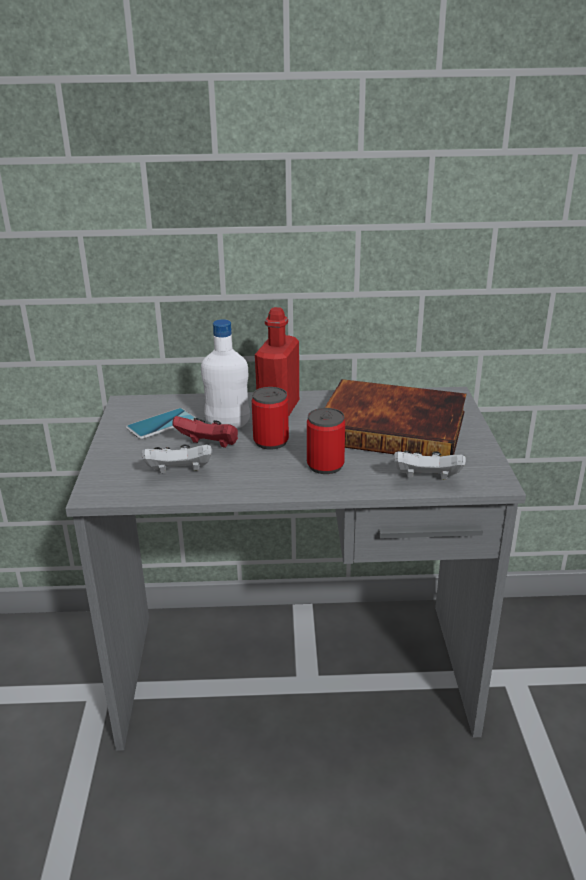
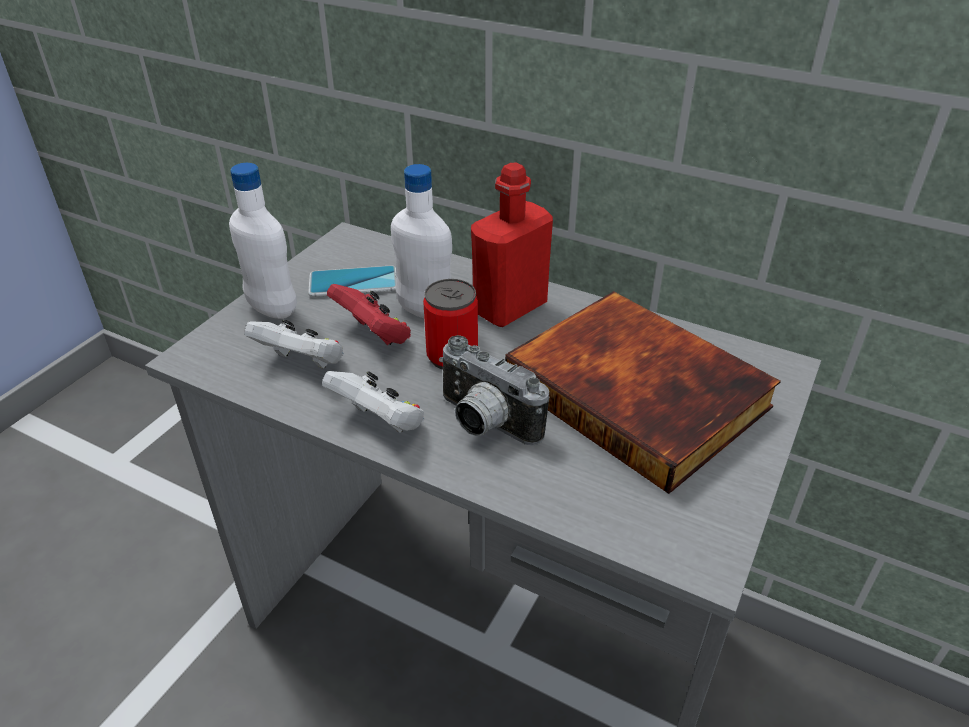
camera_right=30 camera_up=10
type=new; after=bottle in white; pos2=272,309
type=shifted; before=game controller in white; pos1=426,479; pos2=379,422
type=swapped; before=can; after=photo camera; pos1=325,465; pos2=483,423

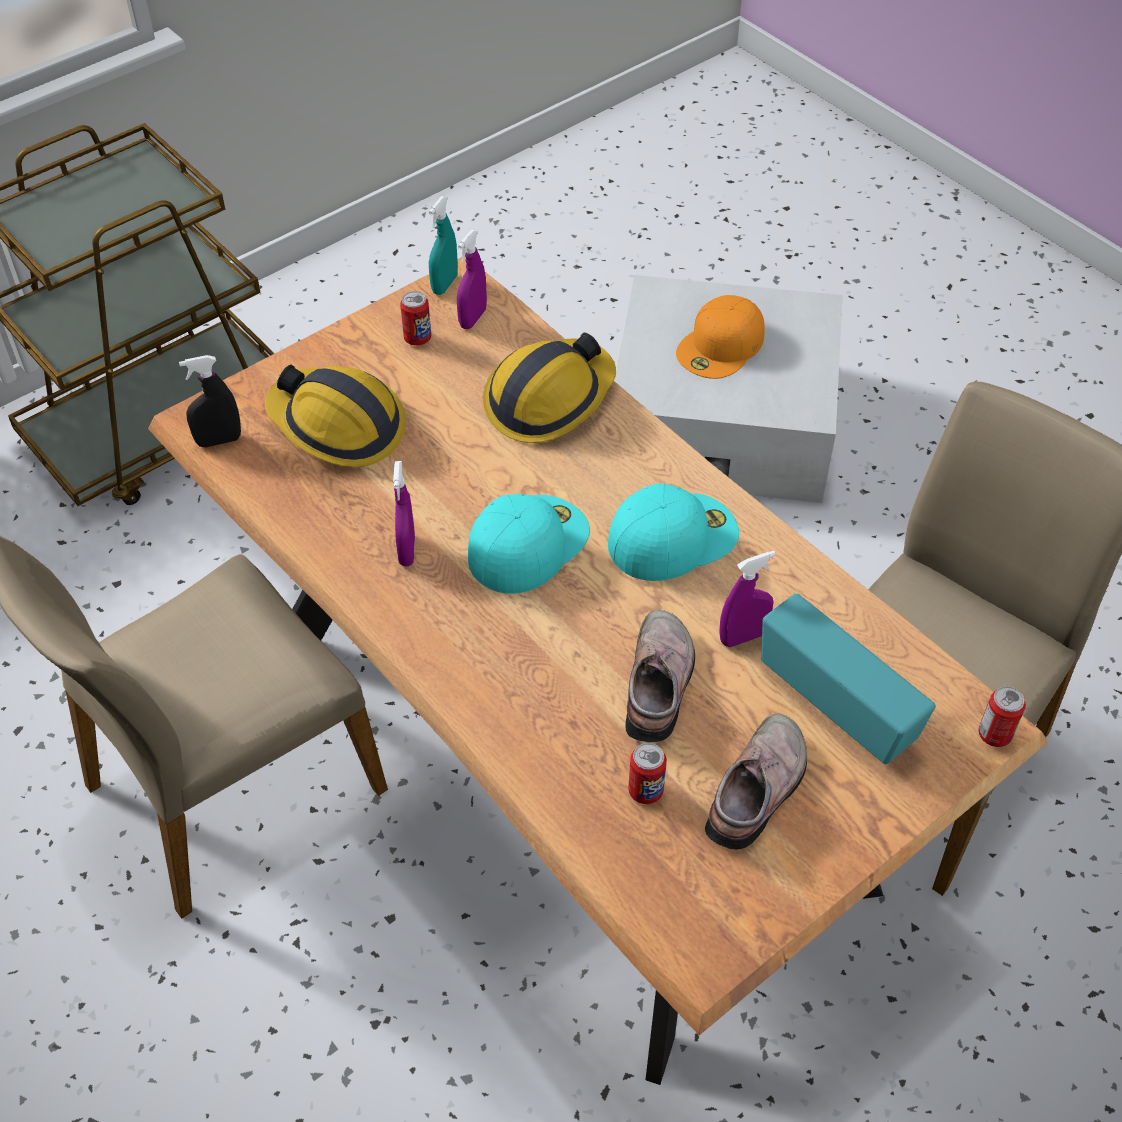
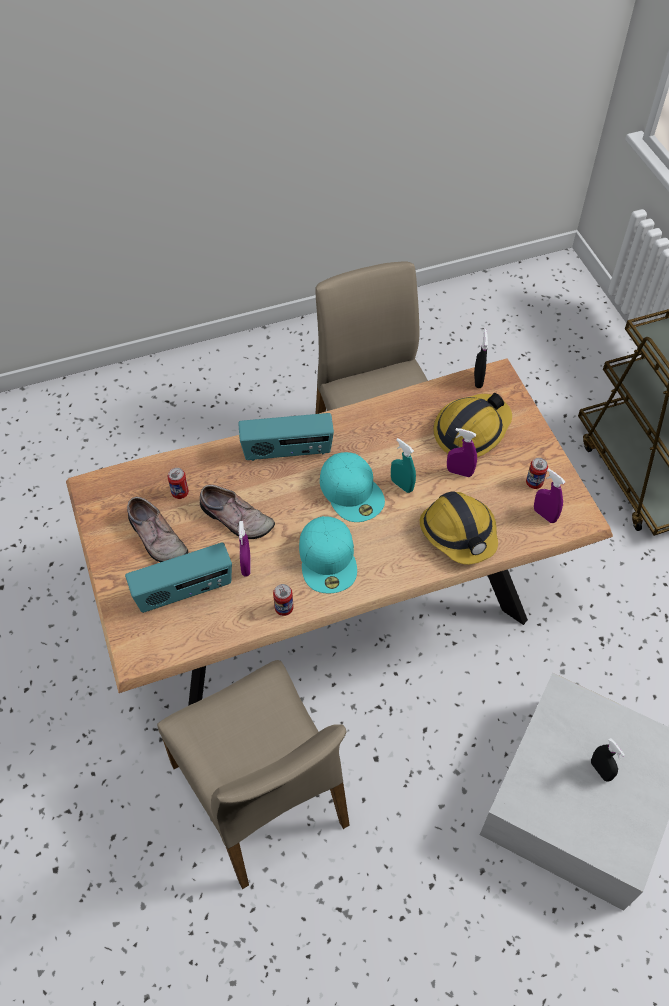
camera_right=110 camera_up=5
type=new; after=radio; pos2=287,452
type=shifted; before=can; pos1=994,734; pos2=284,608
type=shifted; before=spray bottle in turquoise; pos1=444,284; pos2=402,485
type=shifted; before=spray bottle in purple; pos1=407,551; pos2=459,472
type=swapped; before=cap in orange; after=spray bottle in black; pos1=721,346; pos2=600,770

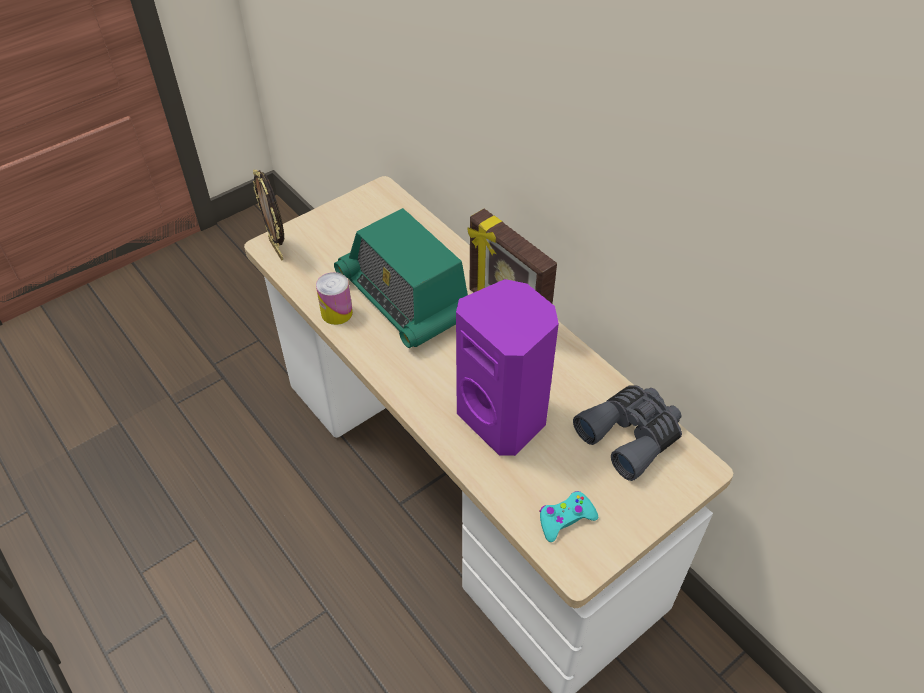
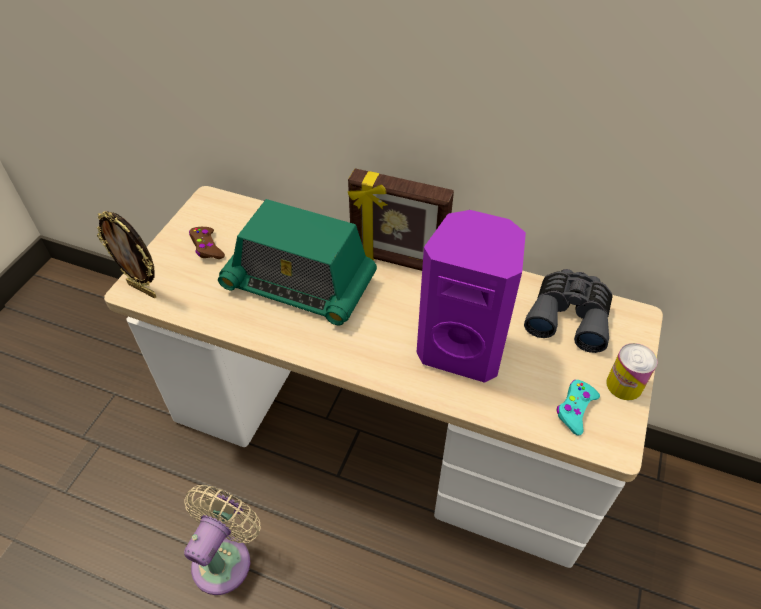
camera_right=-30 camera_up=0
type=new; after=fan in beige; pos2=225,558
type=new; after=game controller in brown; pos2=207,247
type=shifted; before=can; pos1=337,313; pos2=624,385

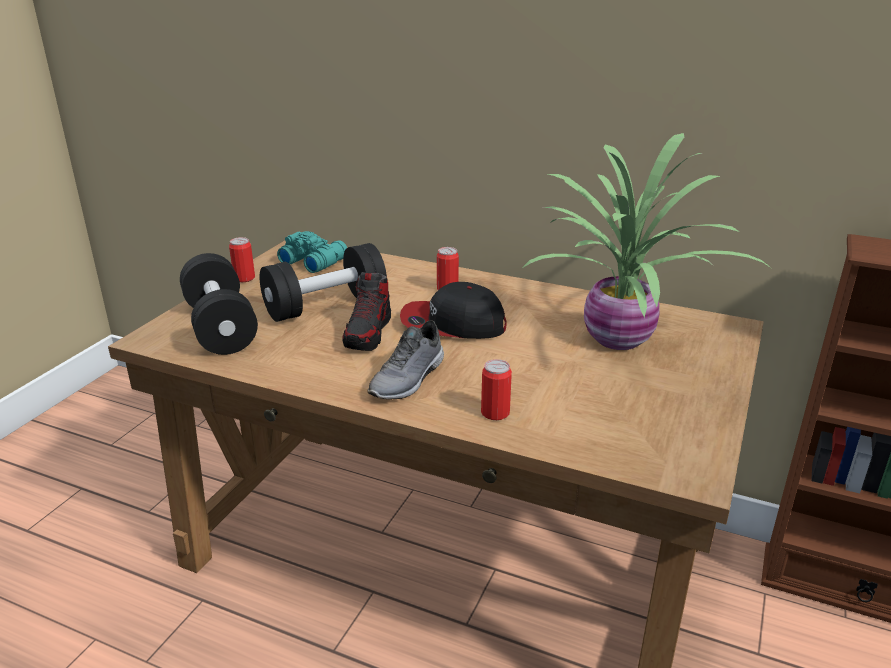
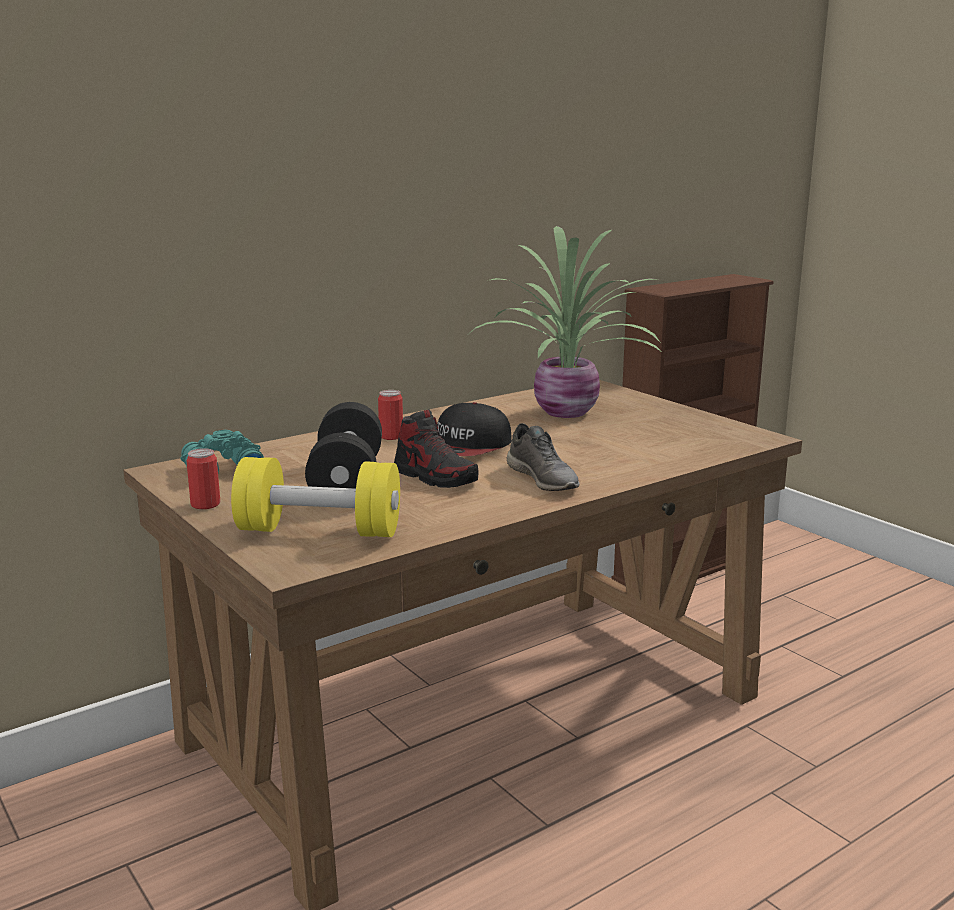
camera_right=-60 camera_up=-10
type=repainted; before=dumbbell in black; after=dumbbell in yellow; pos1=220,327; pos2=319,531
type=gone; before=can; pos1=495,413

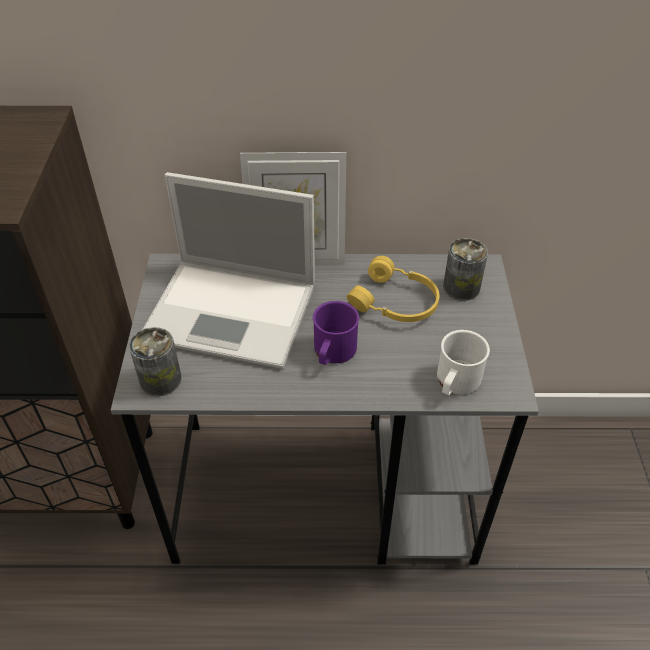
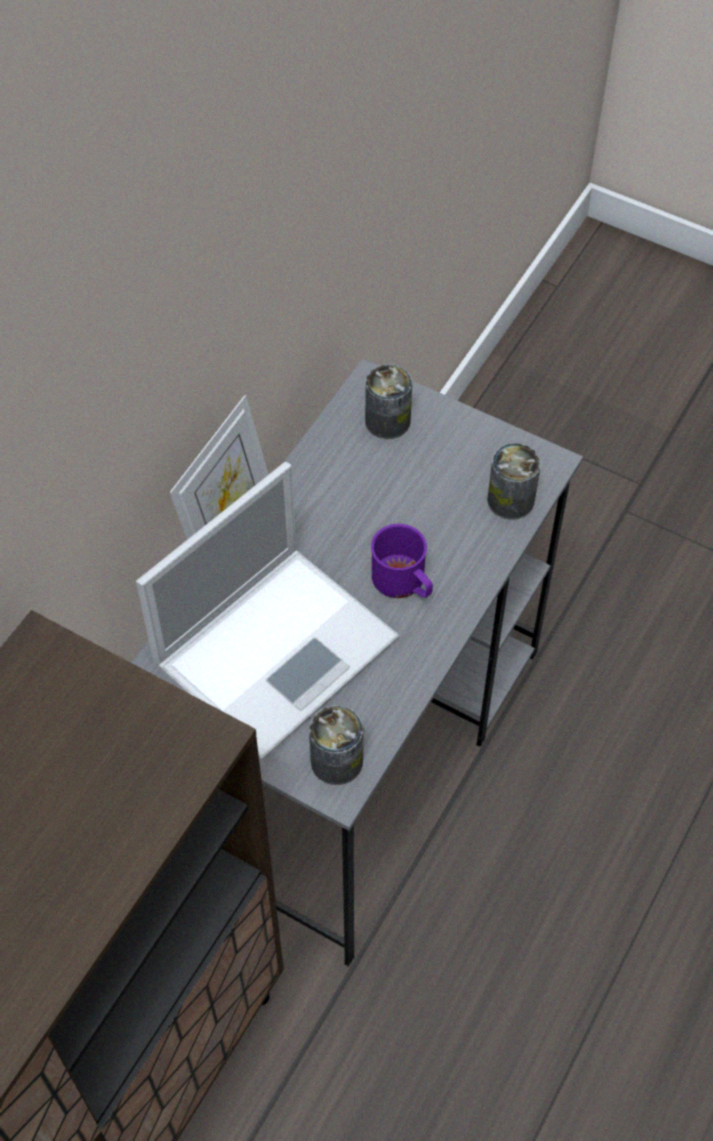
camera_right=-60 camera_up=10
type=swapped; before=mug in white; after=can; pos1=455,383; pos2=510,500
type=gone; before=headphones in yellow; pos1=395,303

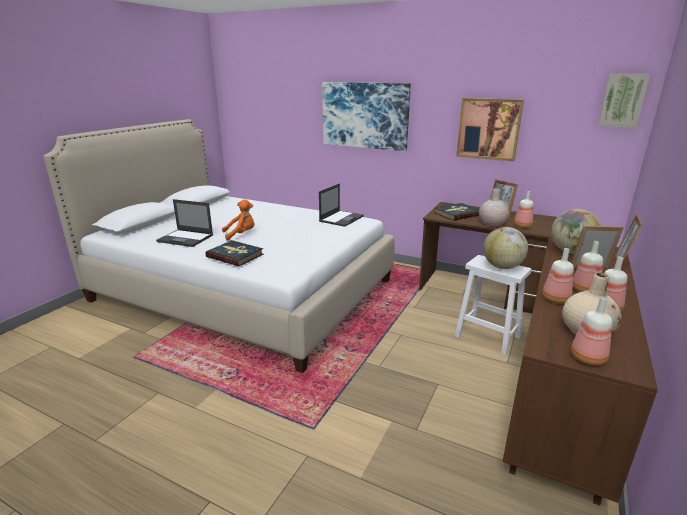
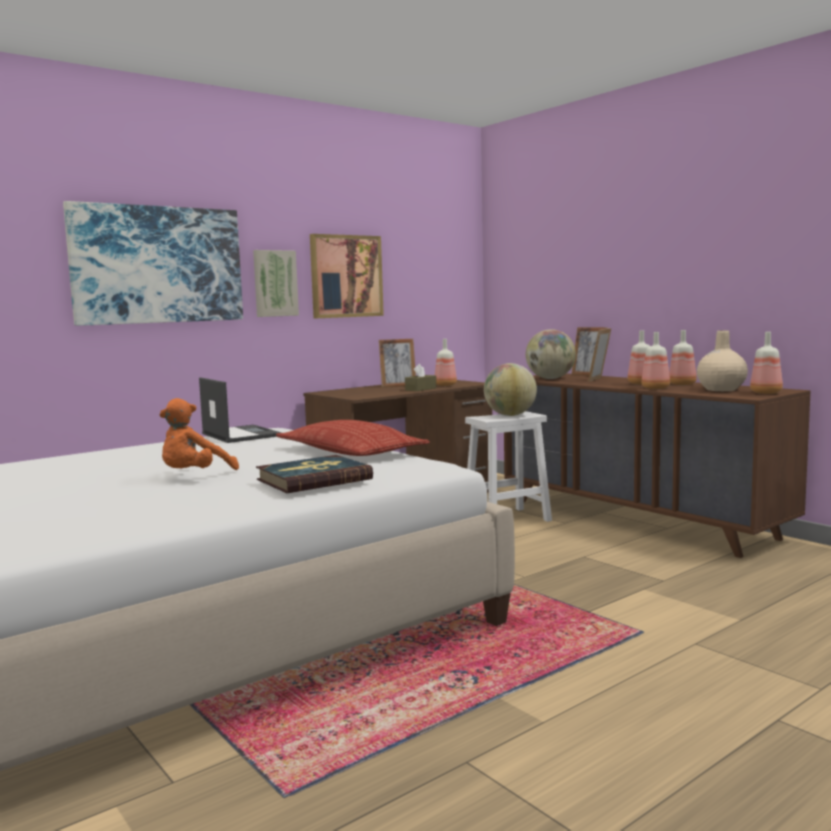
camera_right=-65 camera_up=-15
type=rotated; before=plush toy in orange; pos1=241,234; pos2=194,476; turn=-150
type=shifted; before=picture; pos1=623,100; pos2=275,283
type=new; after=pillow; pos2=349,451
type=swapped; before=vase in beige; after=tissue box in brown; pos1=492,223; pos2=420,389
type=gone; before=laptop; pos1=186,238
type=gone; before=book; pos1=457,214

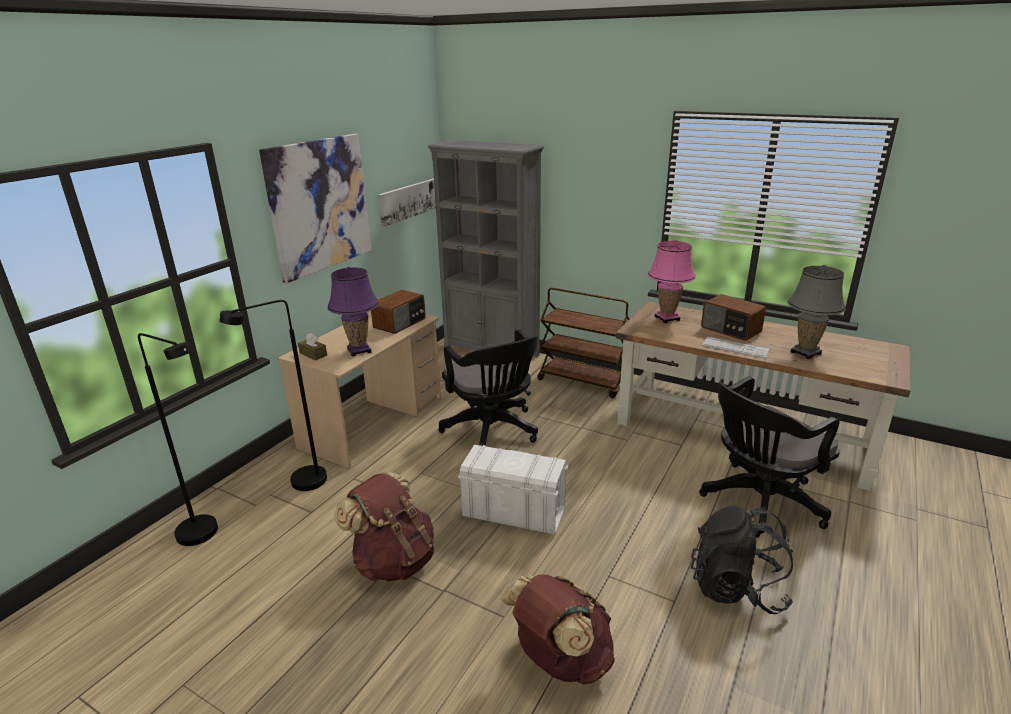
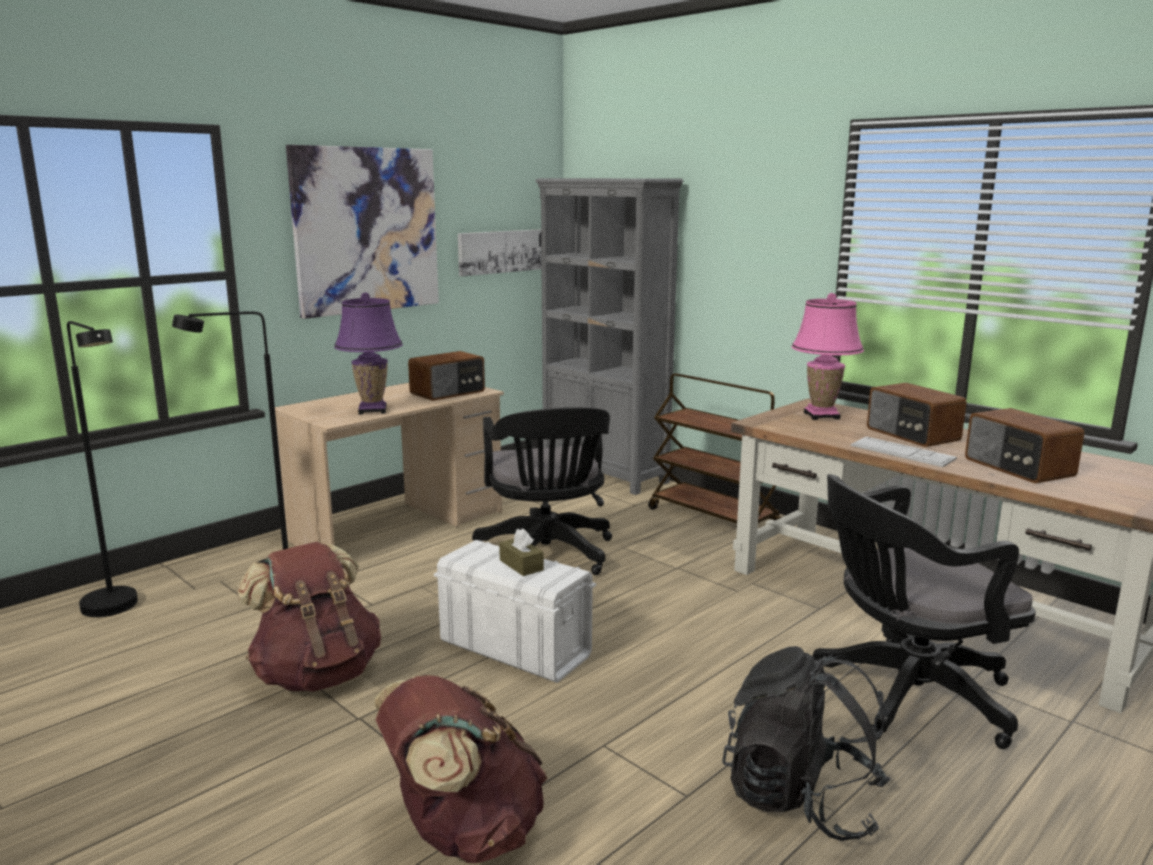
camera_right=15 camera_up=-10
type=shifted; before=tissue box in brown; pos1=313,354; pos2=521,565
type=swapped; before=table lamp in grey; after=radio; pos1=806,353; pos2=1018,468

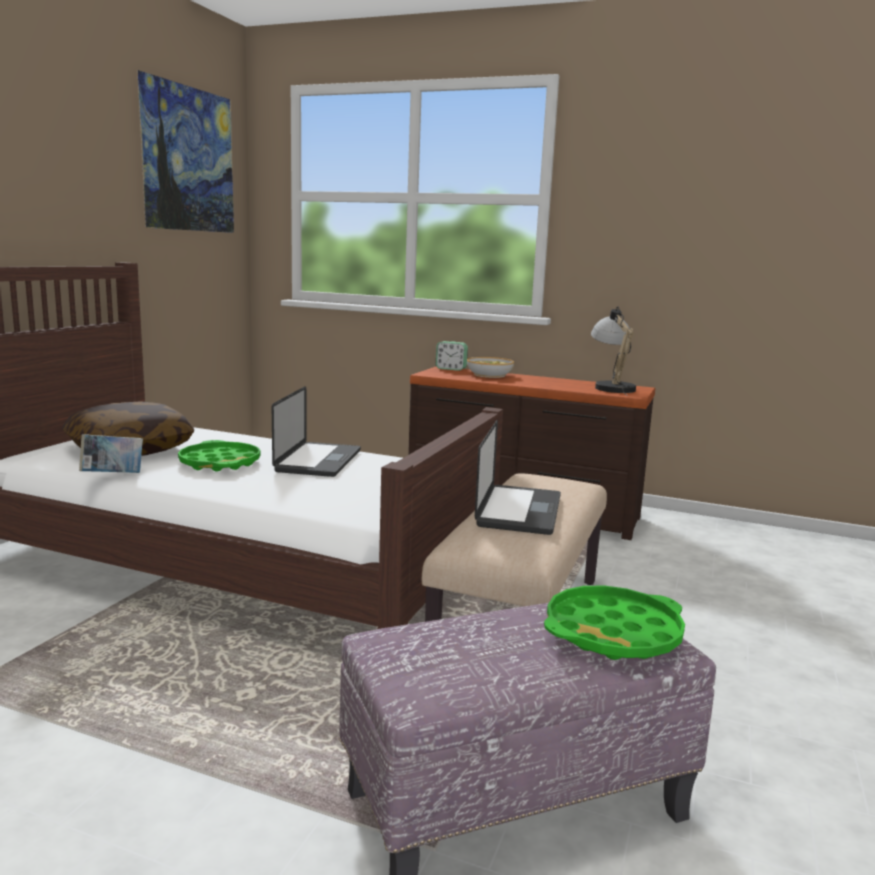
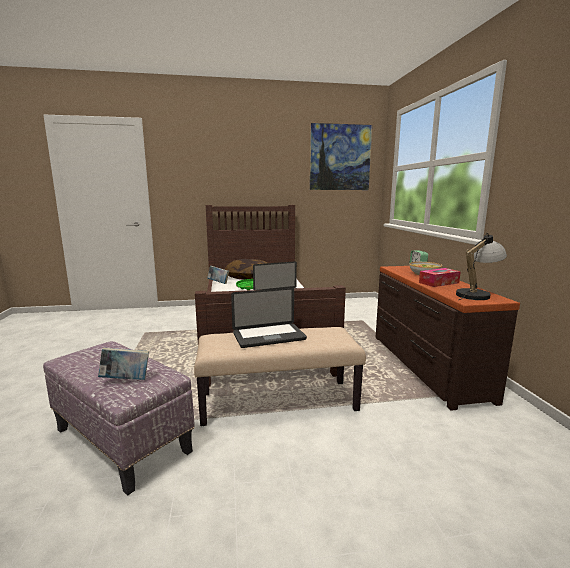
camera_right=60 camera_up=0
type=swapped; before=tray in green; after=book; pos1=613,633; pos2=126,380
type=new; after=tissue box; pos2=438,283

